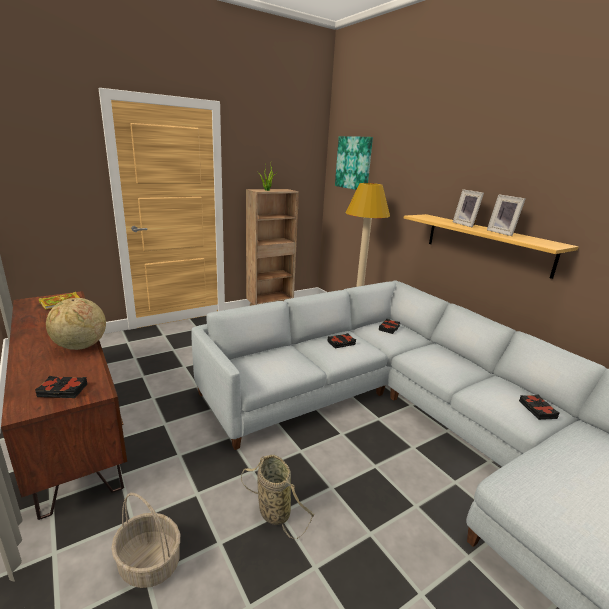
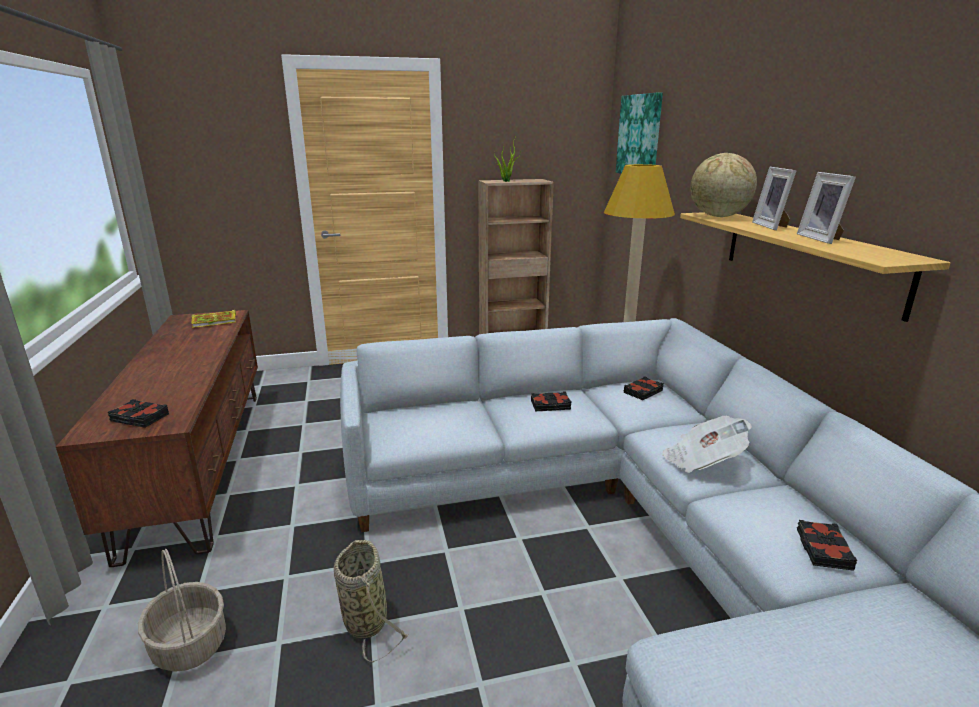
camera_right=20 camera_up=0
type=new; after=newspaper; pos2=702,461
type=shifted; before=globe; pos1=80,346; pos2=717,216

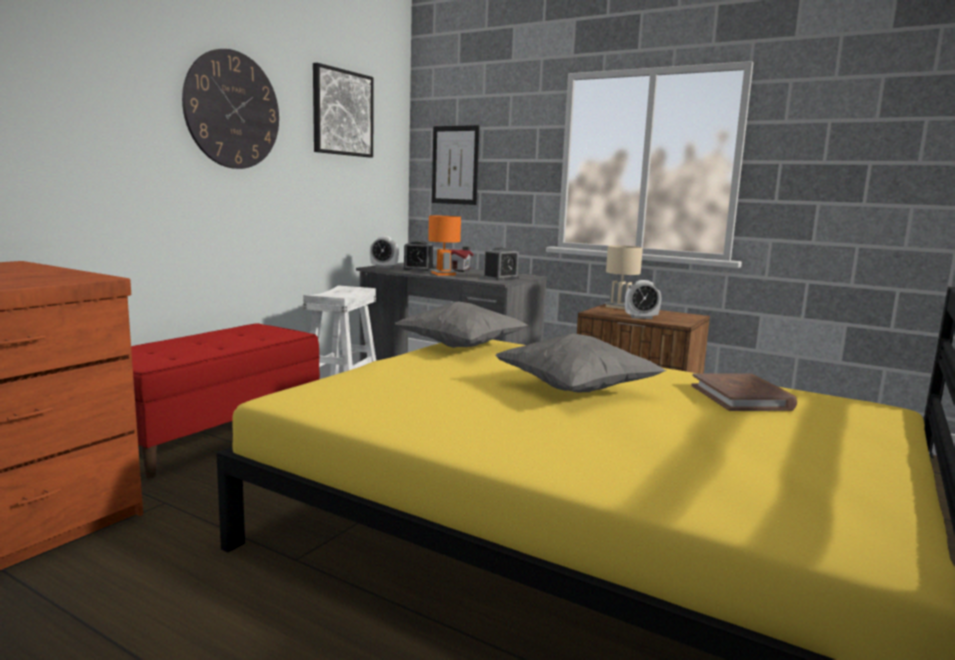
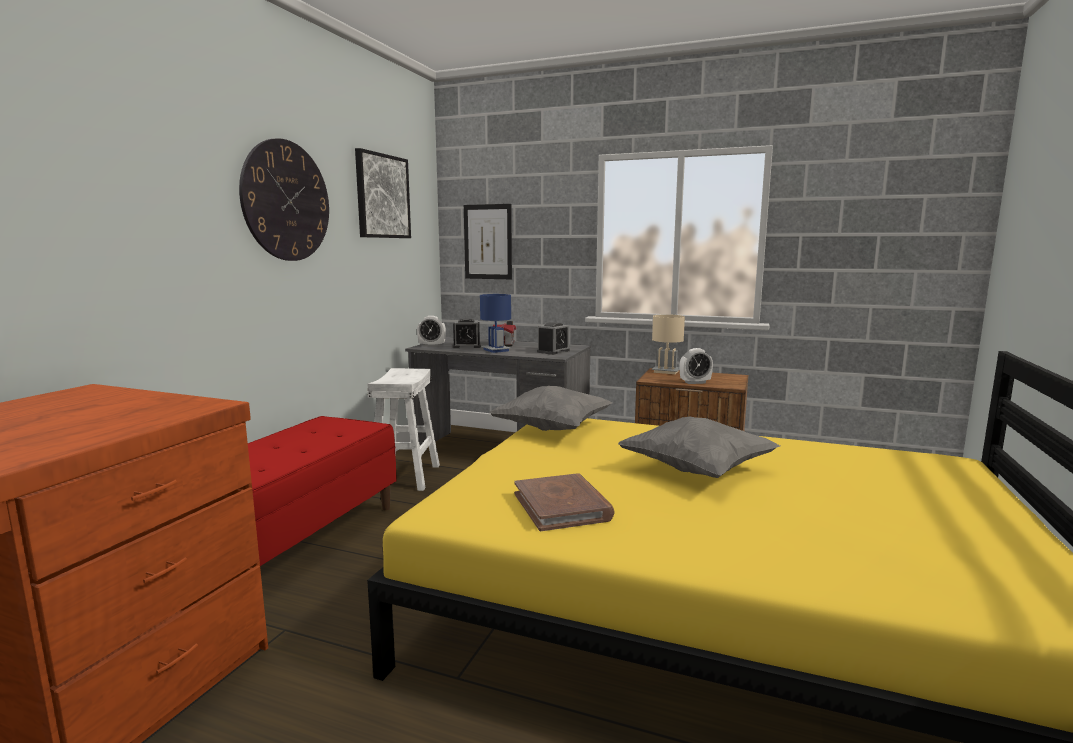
camera_right=-10 camera_up=0
type=repainted; before=table lamp in orange; after=table lamp in blue; pos1=443,274; pos2=496,350
type=shifted; before=book in brown; pos1=741,397; pos2=562,506

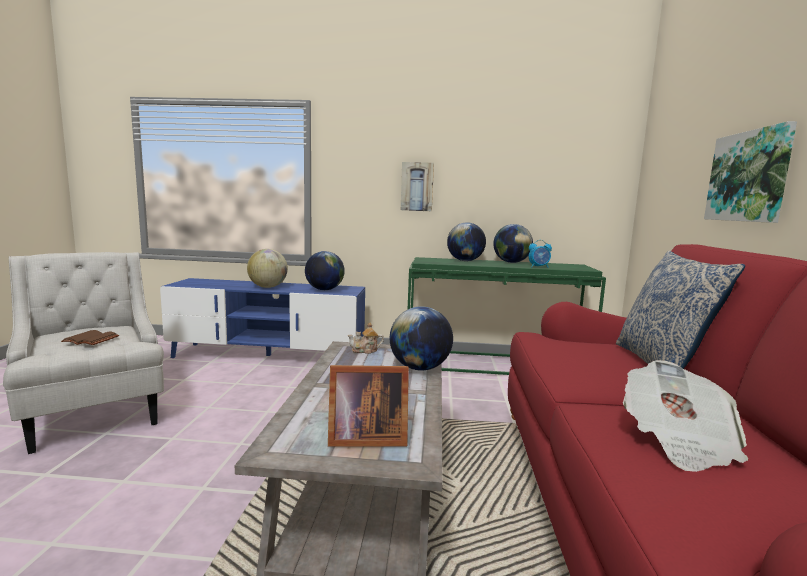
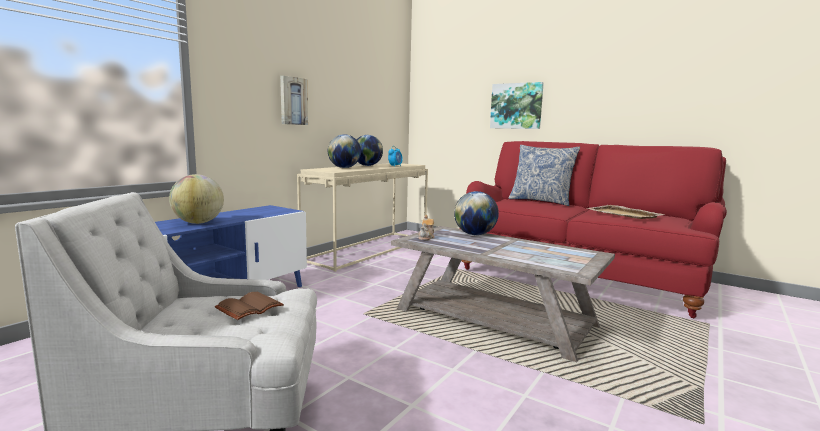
camera_right=-60 camera_up=0
type=repainted; before=console table in green; after=console table in beige; pos1=495,365; pos2=368,250
type=swapped; before=newspaper; after=tray in beige; pos1=677,441; pos2=624,214
type=gone; before=globe; pos1=324,290
type=gone; before=picture frame; pos1=364,437

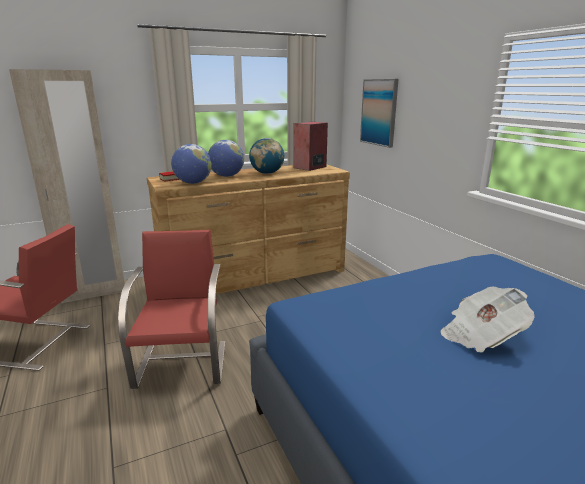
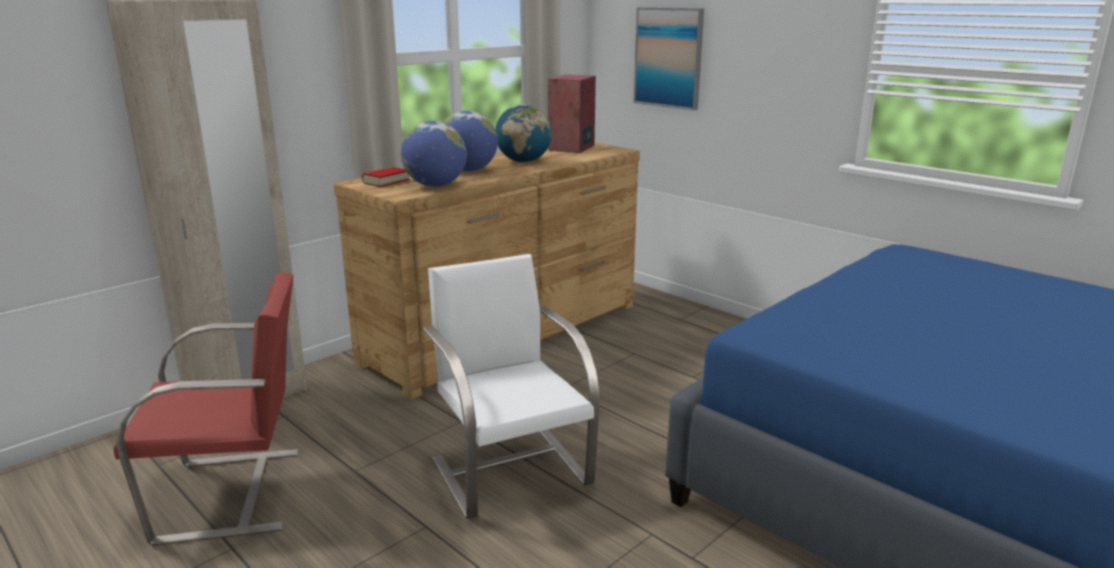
camera_right=-20 camera_up=0
type=repainted; before=chair in red; after=chair in white; pos1=183,363; pos2=511,470
type=gone; before=newspaper; pos1=481,335

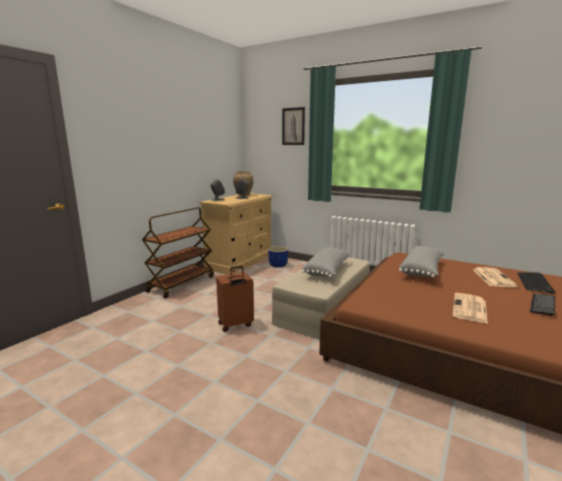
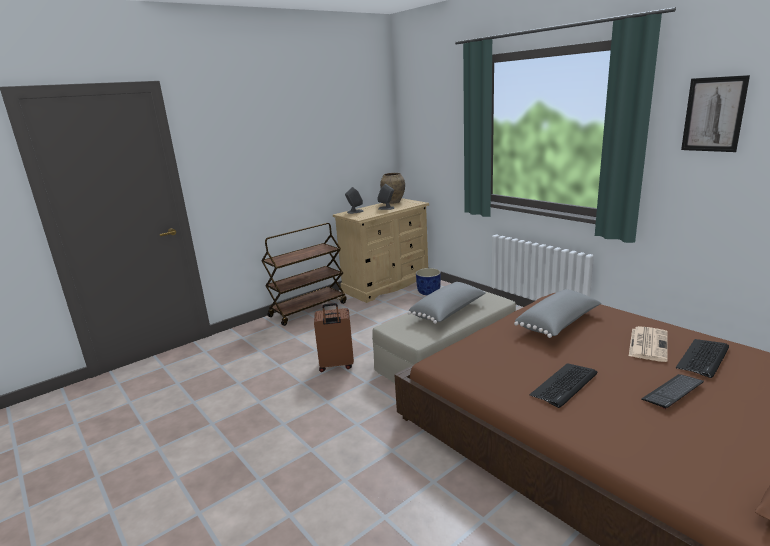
camera_right=20 camera_up=5
type=swapped; before=newspaper; after=keyboard; pos1=470,309; pos2=564,385
type=shifted; before=picture; pos1=293,126; pos2=713,114

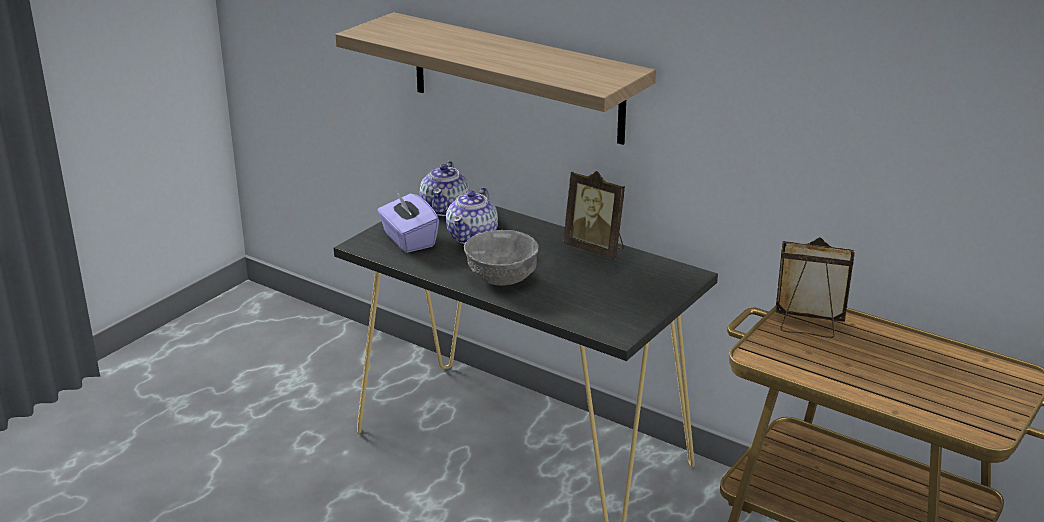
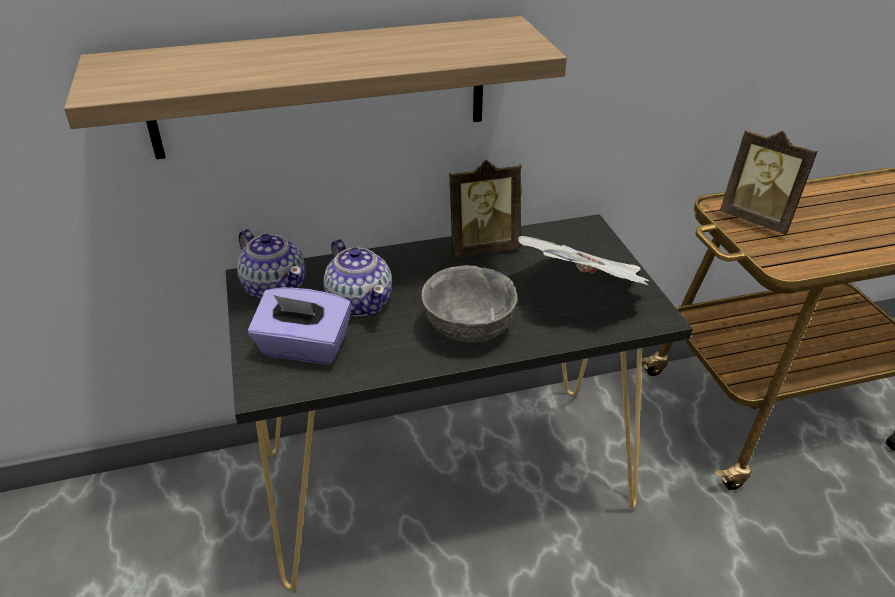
camera_right=-50 camera_up=10
type=new; after=newspaper; pos2=585,289
type=rotated; before=picture frame; pos1=808,326; pos2=757,219; turn=-105

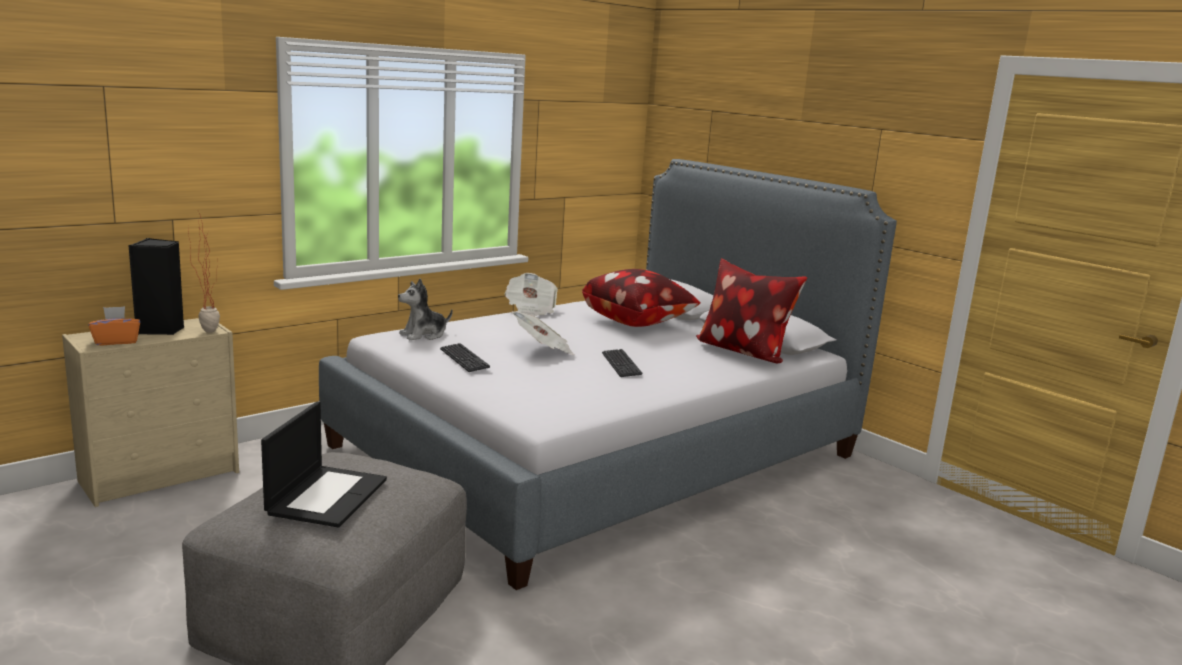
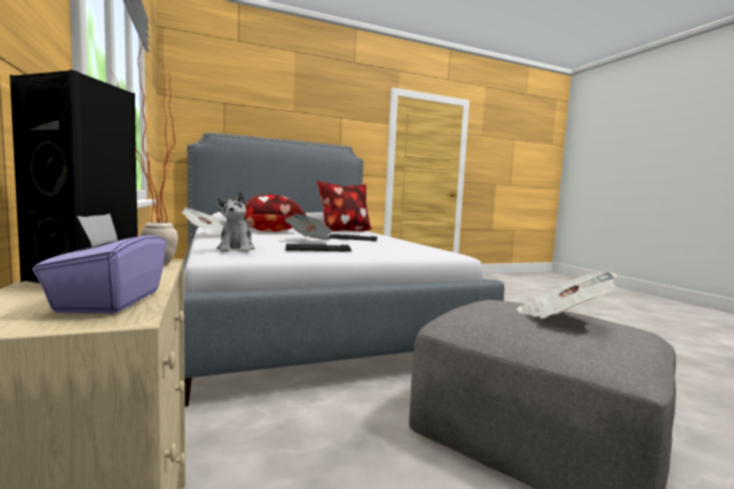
camera_right=-70 camera_up=-10
type=repainted; before=tissue box in orange; after=tissue box in purple; pos1=116,341; pos2=109,302
type=swapped; before=laptop; after=newspaper; pos1=327,495; pos2=562,317

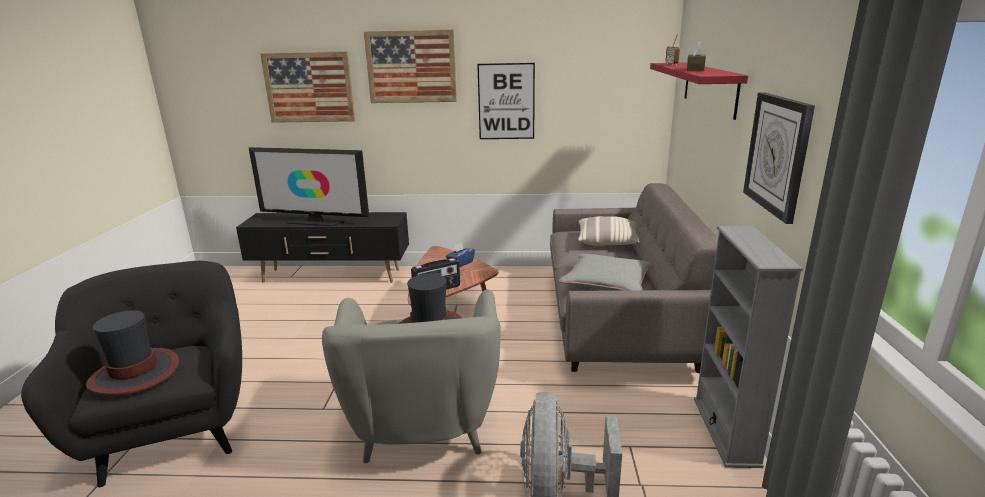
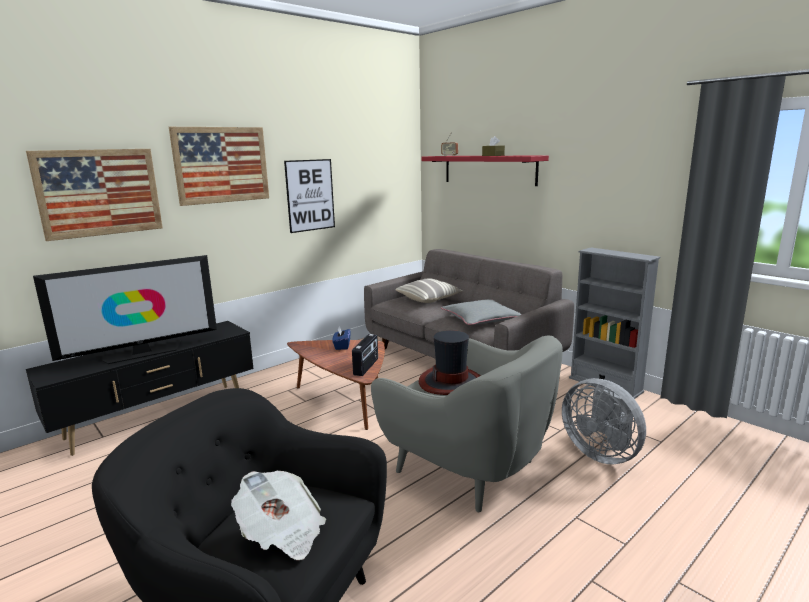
camera_right=-45 camera_up=-5
type=swapped; before=hat; after=newspaper; pos1=135,374; pos2=282,532
type=gone; before=wall clock; pos1=777,154

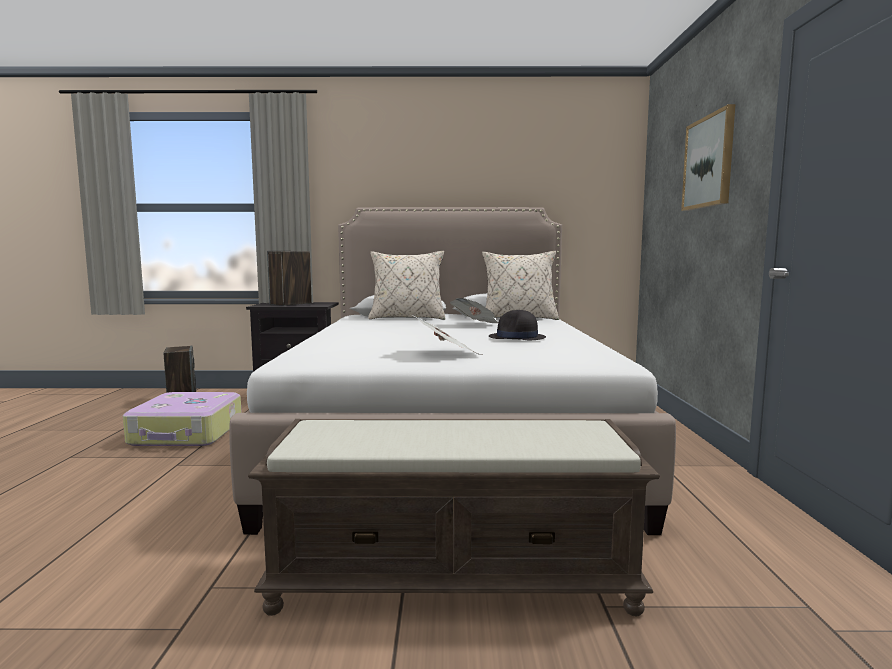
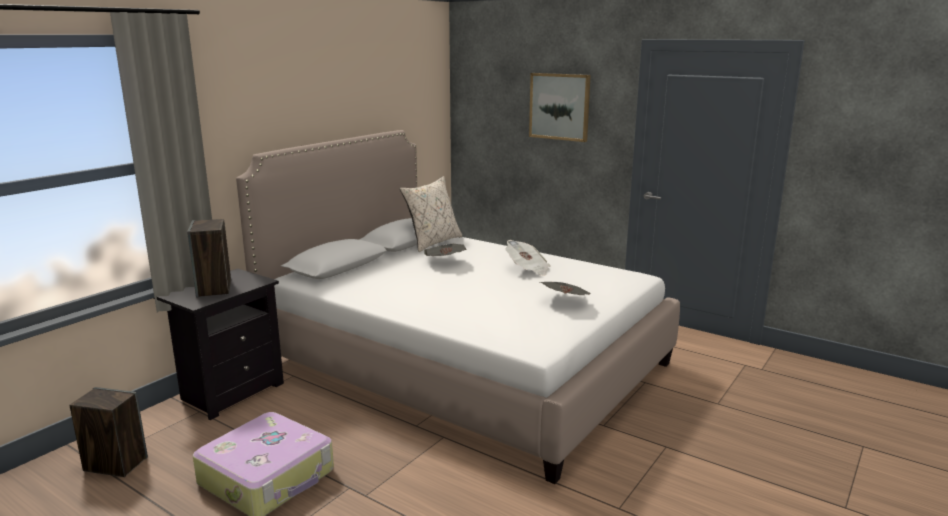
camera_right=-55 camera_up=10
type=swapped; before=hat in black; after=newspaper; pos1=517,338; pos2=528,270
type=gone; before=bench in brown; pos1=455,578
type=gone; before=pillow in beige; pos1=407,318

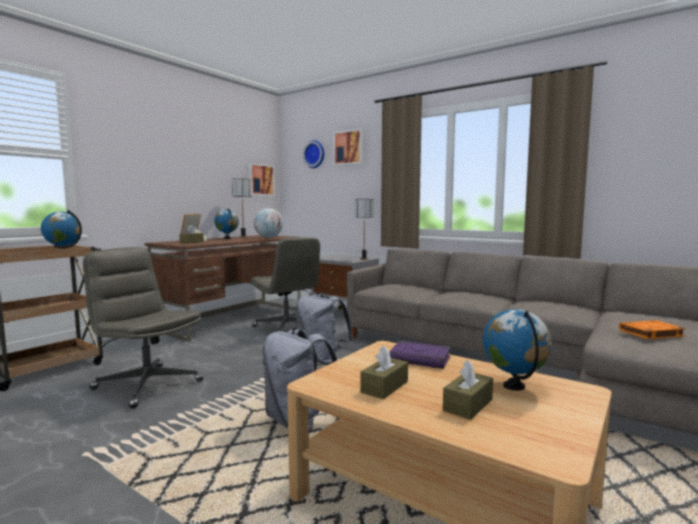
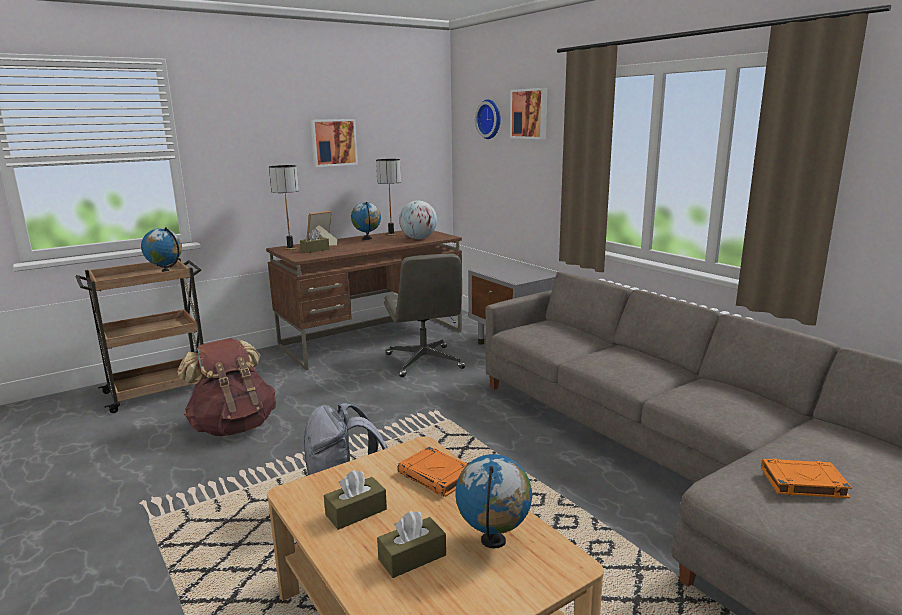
camera_right=20 camera_up=10
type=swapped; before=office chair in grey; after=backpack in brown; pos1=147,385; pos2=233,426
type=shifted; before=table lamp; pos1=363,259; pos2=290,248
type=shifted; before=picture; pos1=260,180; pos2=333,142
type=repainted; before=book in purple; after=book in orange; pos1=420,359; pos2=437,476
type=gone; before=backpack in grey; pos1=322,360

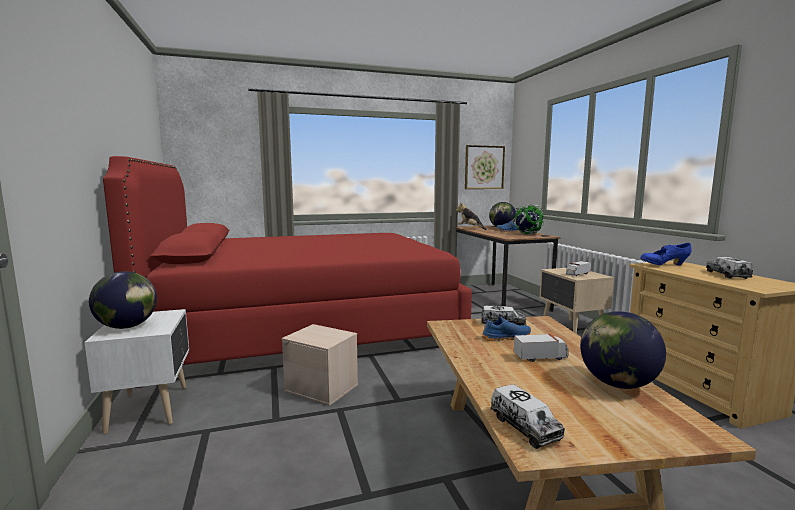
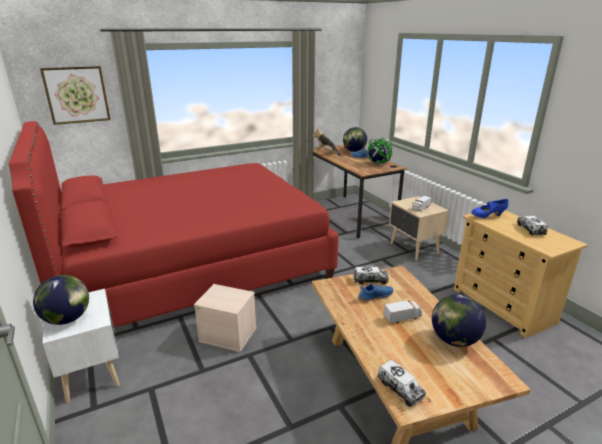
camera_right=-10 camera_up=15
type=shifted; before=picture; pos1=484,167; pos2=77,95

